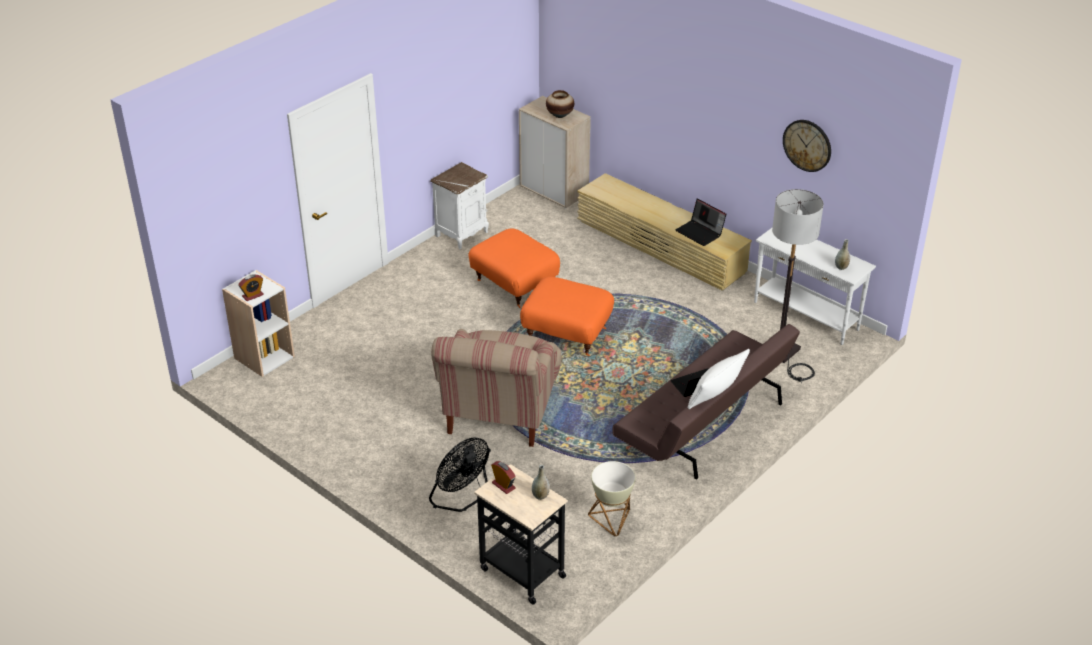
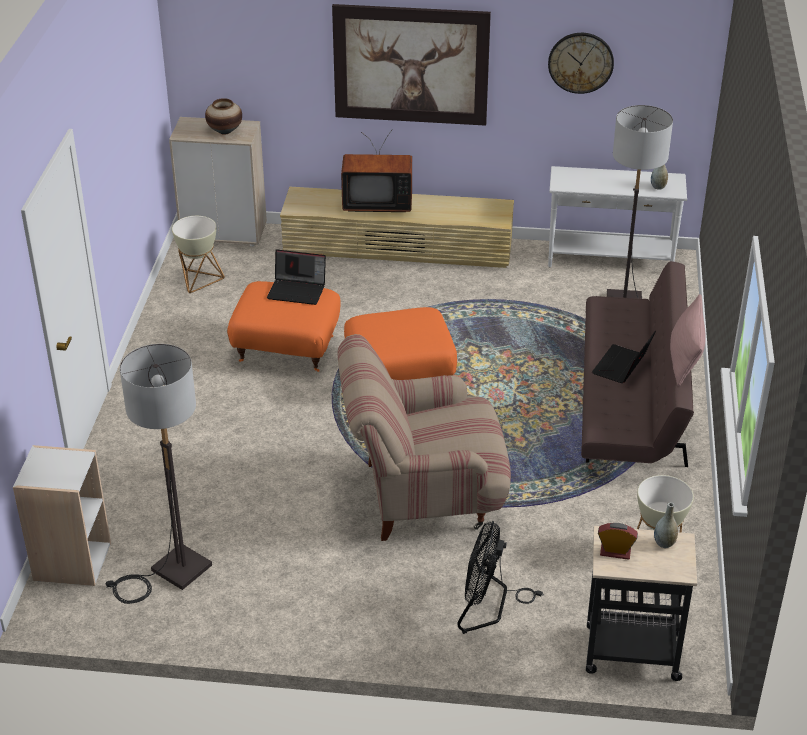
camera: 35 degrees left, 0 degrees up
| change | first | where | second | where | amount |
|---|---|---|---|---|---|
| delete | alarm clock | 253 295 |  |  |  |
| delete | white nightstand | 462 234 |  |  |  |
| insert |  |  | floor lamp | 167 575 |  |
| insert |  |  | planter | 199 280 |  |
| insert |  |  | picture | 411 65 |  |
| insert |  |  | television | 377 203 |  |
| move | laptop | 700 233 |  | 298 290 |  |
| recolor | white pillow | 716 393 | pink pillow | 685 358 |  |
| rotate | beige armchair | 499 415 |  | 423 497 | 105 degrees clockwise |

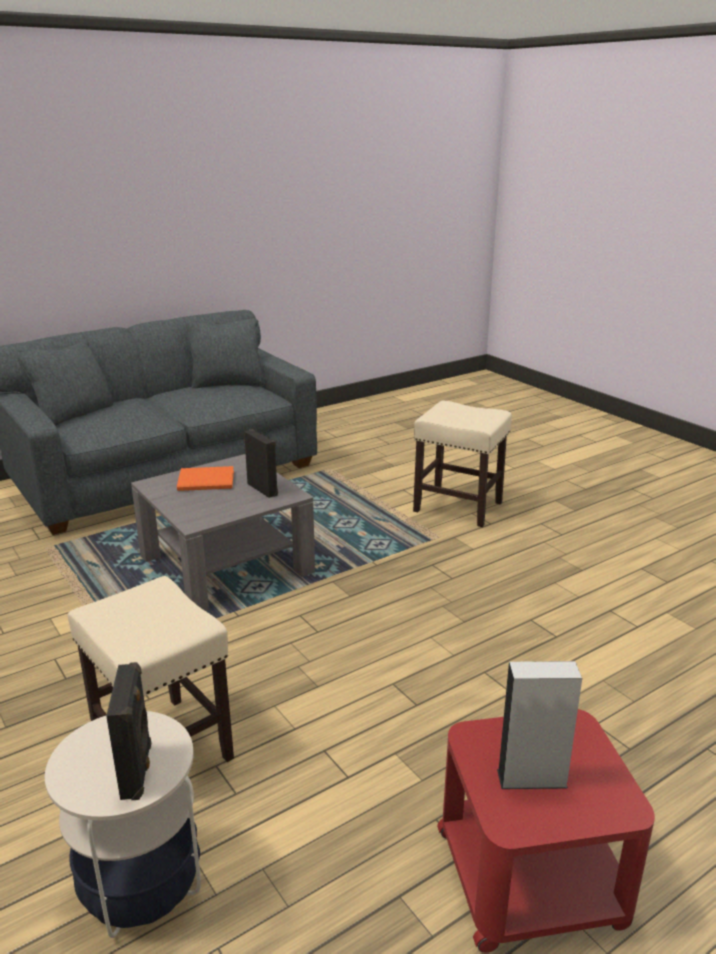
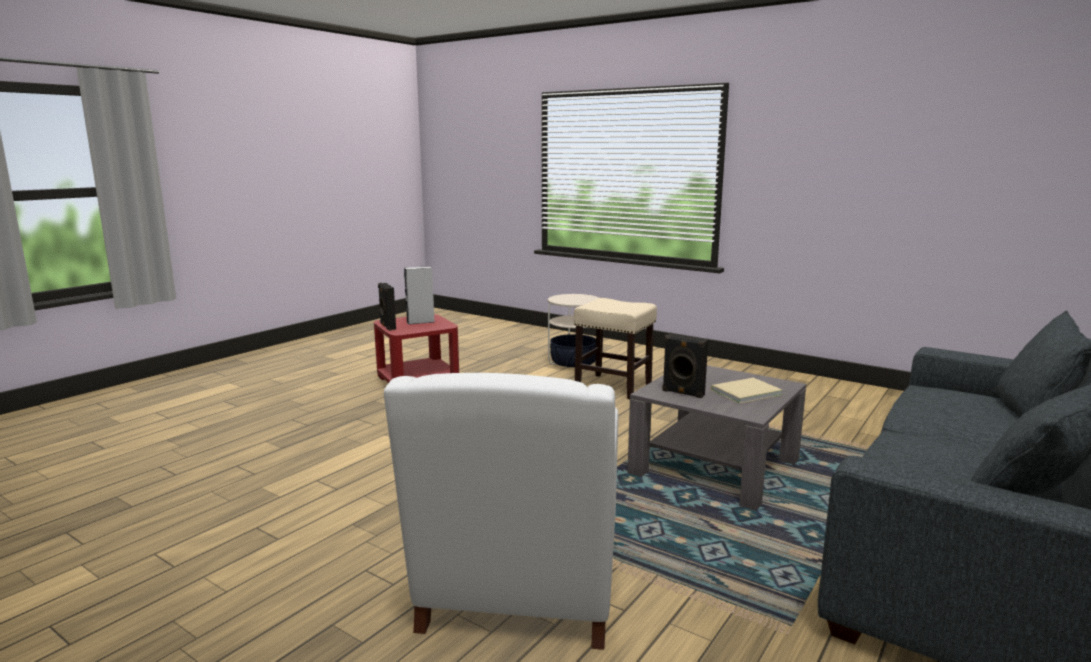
camera: 160 degrees right, 10 degrees down
| change | first | where | second | where | amount |
|---|---|---|---|---|---|
| move | black speaker | 138 771 |  | 387 326 |  |
| replace | beige stool | 459 507 | white armchair | 519 590 |  |
| recolor | orange book | 208 481 | beige book | 743 392 |  |

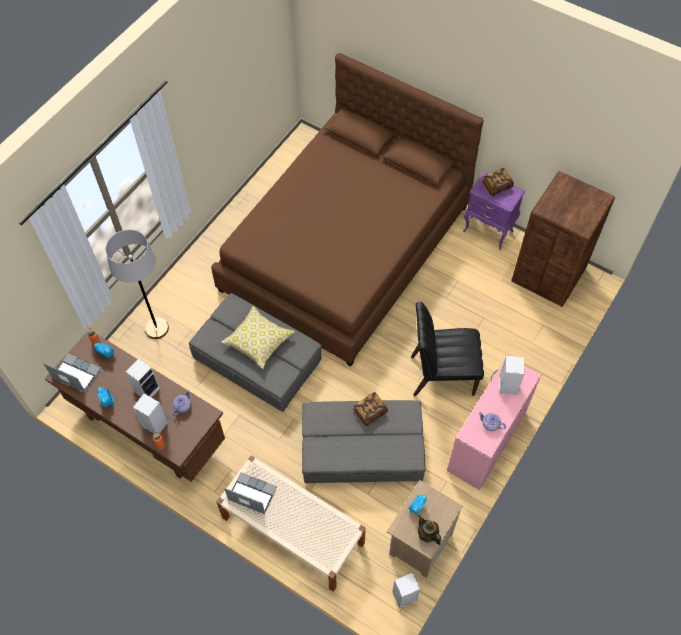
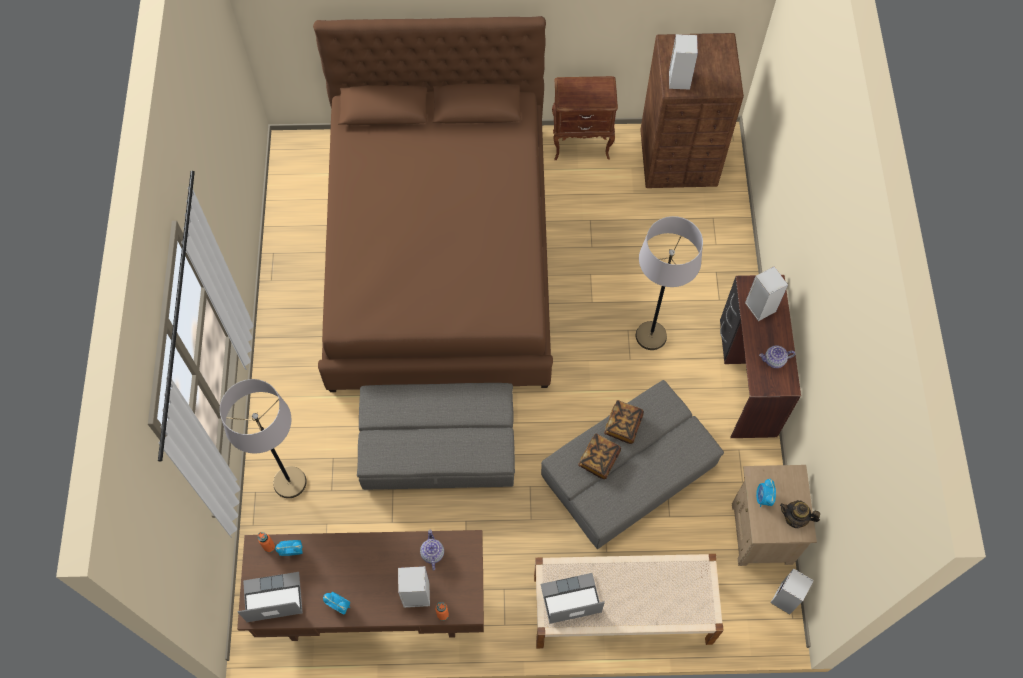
camera: 35 degrees left, 5 degrees up
| change | first | where | second | where | amount |
|---|---|---|---|---|---|
| delete | pillow | 259 341 |  |  |  |
| move | speaker | 147 389 |  | 678 79 |  |
| move | book | 496 186 |  | 599 459 |  |
| replace | black chair | 442 375 | grey floor lamp | 651 336 |  |
| recolor | pink desk | 486 441 | brown desk | 745 380 |  |
| recolor | purple nightstand | 488 231 | brown nightstand | 581 144 |  |

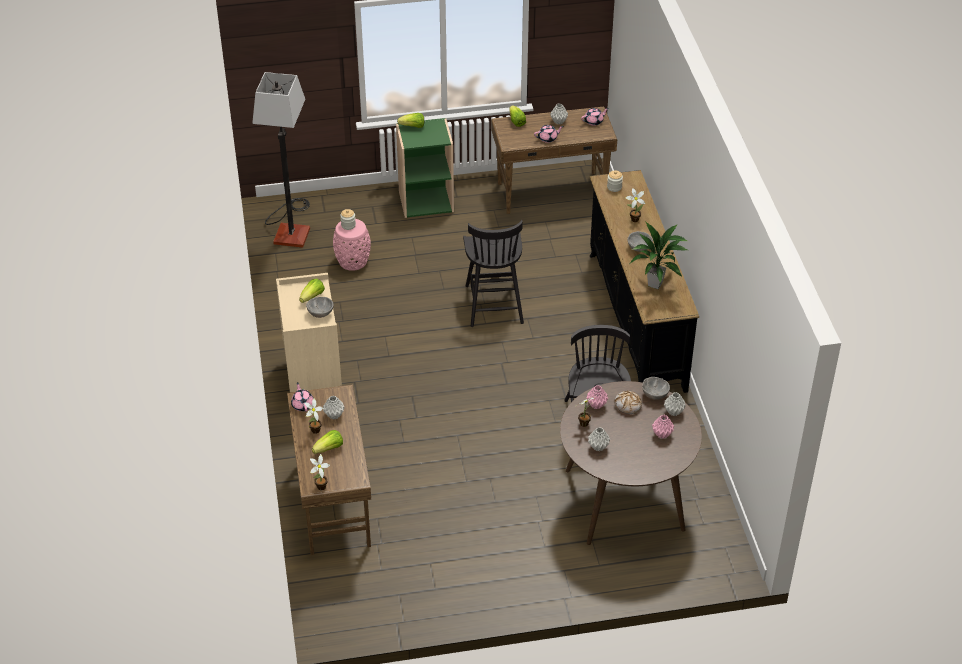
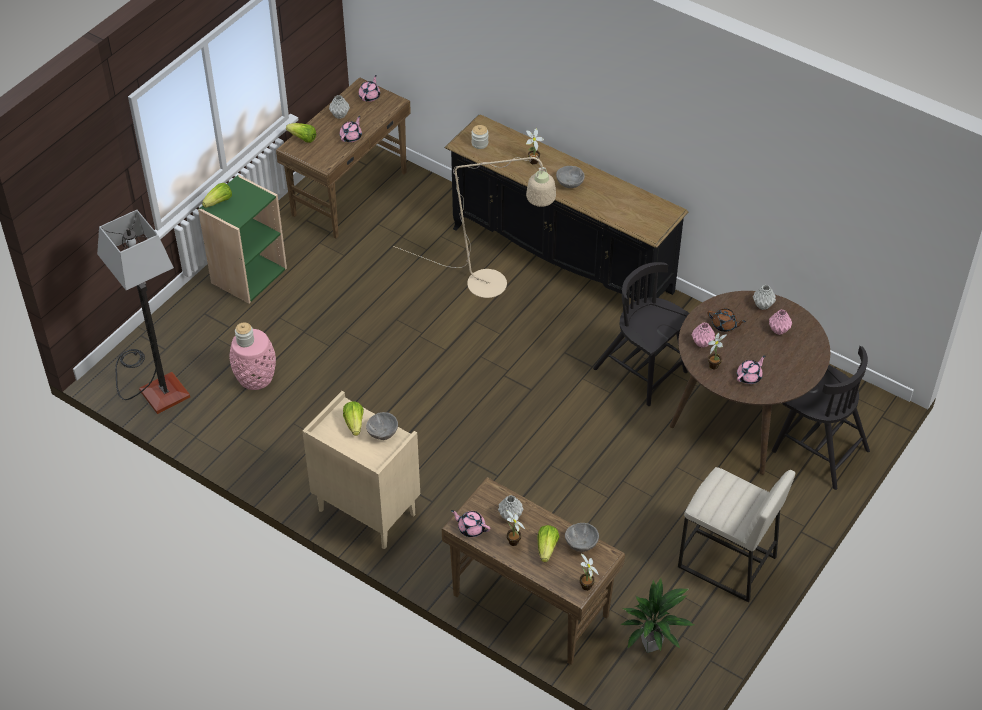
camera: 45 degrees left, 5 degrees up
| change | first | where | second | where | amount |
|---|---|---|---|---|---|
| insert |  |  | beige floor lamp | 497 287 |  |
| insert |  |  | beige stool | 727 562 |  |
| move | black chair | 494 302 |  | 818 449 |  |
| move | potted plant | 655 284 |  | 652 645 |  |
| move | grey bowl | 654 395 |  | 581 544 |  |
| replace | grey vase | 599 447 | pink teapot | 749 376 |  |
| replace | bread | 628 405 | brown teapot | 724 325 |  |

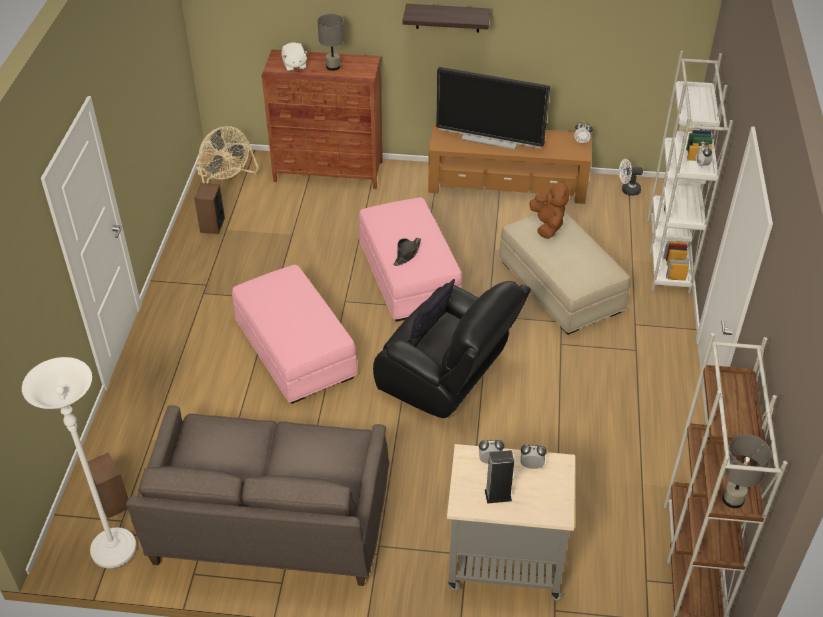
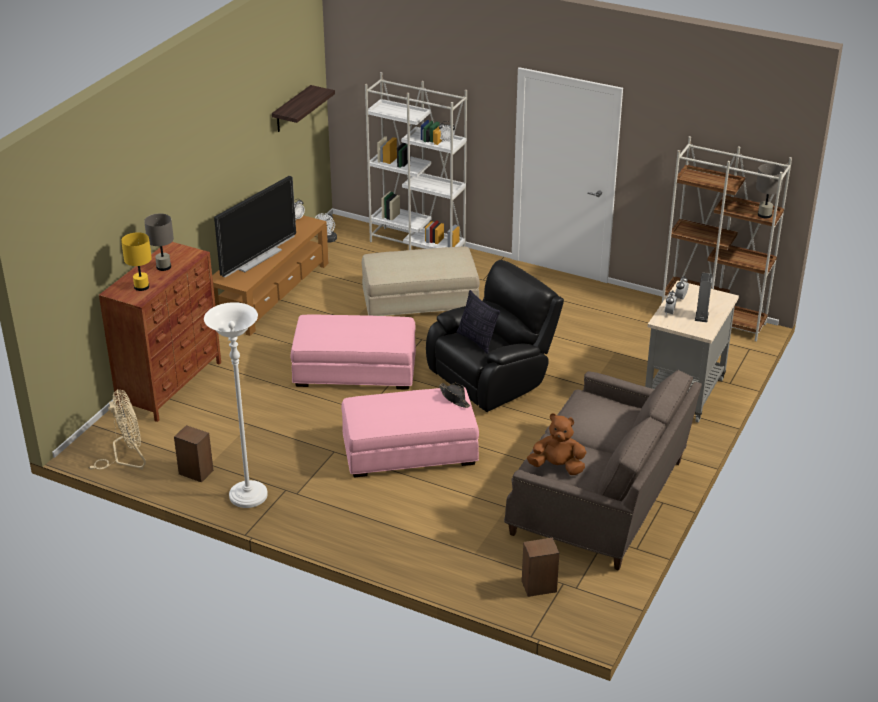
camera: 70 degrees left, 10 degrees down
| change | first | where | second | where | amount |
|---|---|---|---|---|---|
| move | white floor lamp | 113 549 |  | 248 496 |  |
| move | black hat | 407 254 |  | 454 398 |  |
| move | shelf | 447 18 |  | 292 109 |  |
| move | brown plush toy | 547 225 |  | 557 467 |  |
| replace | white plush toy | 294 65 | yellow table lamp | 141 286 |  |

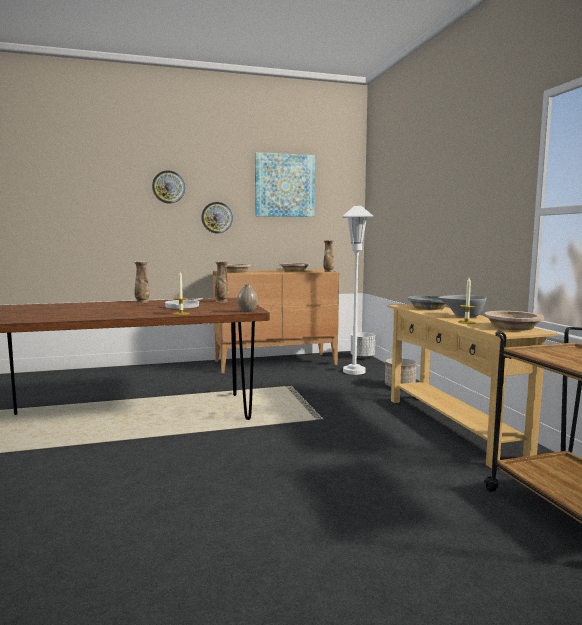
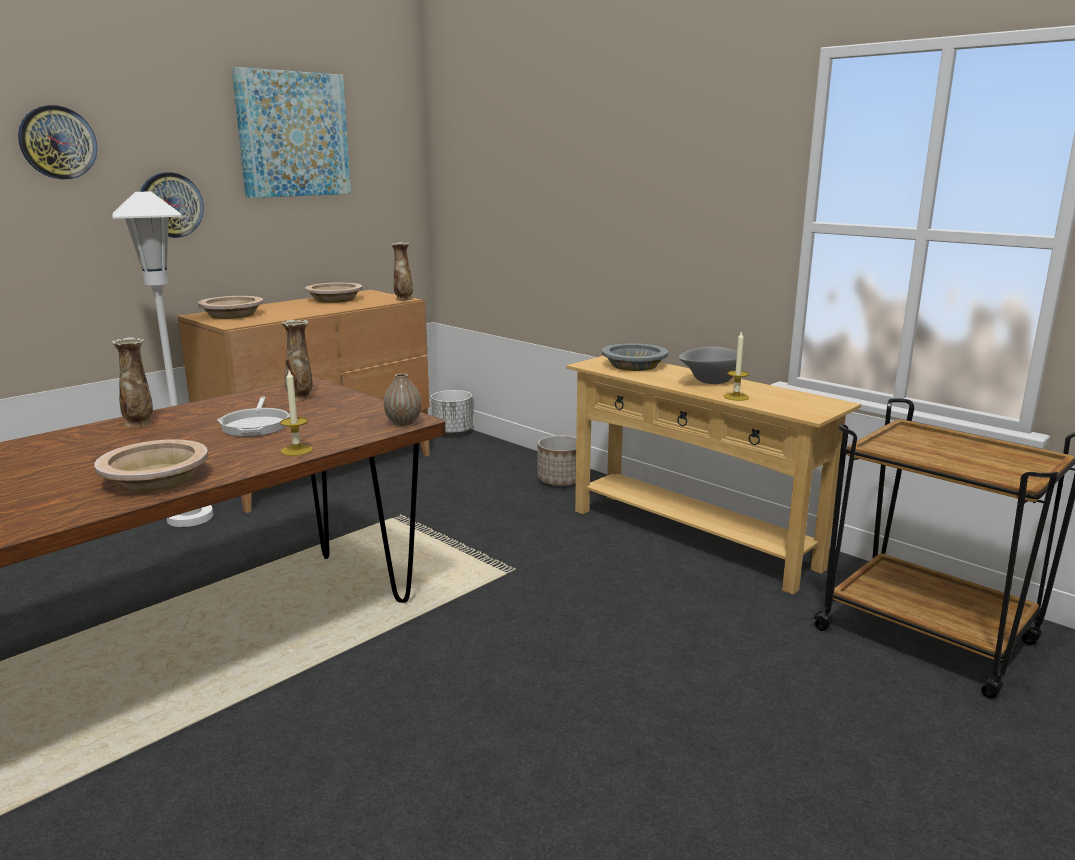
camera: 30 degrees left, 10 degrees up
| change | first | where | second | where | amount |
|---|---|---|---|---|---|
| move | white floor lamp | 354 371 |  | 190 517 |  |
| move | beige bowl | 512 327 |  | 155 479 |  |

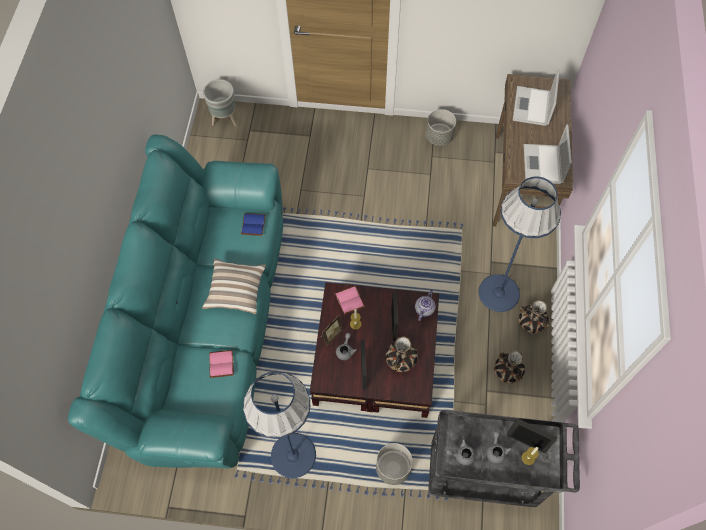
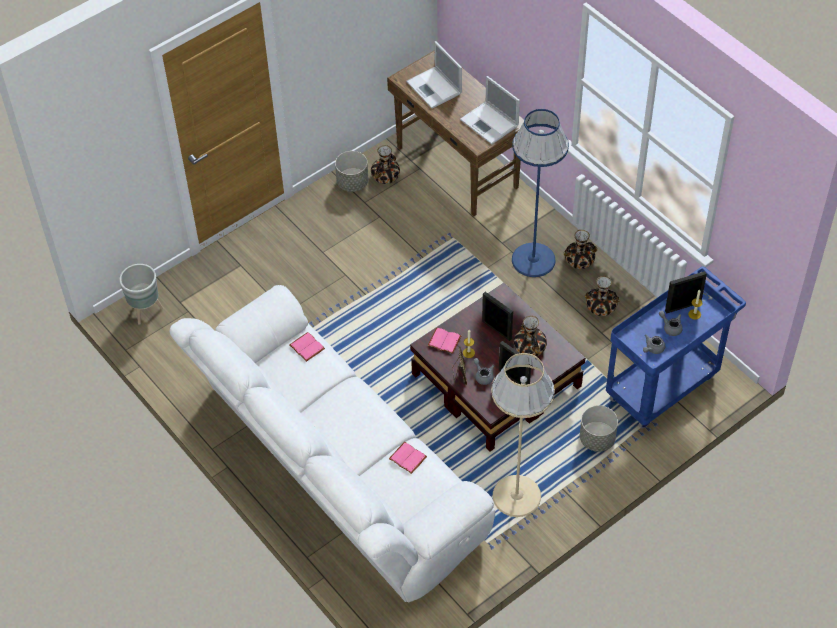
camera: 45 degrees left, 10 degrees down
| change | first | where | second | where | amount |
|---|---|---|---|---|---|
| delete | pillow | 236 291 |  |  |  |
| delete | teapot | 424 309 |  |  |  |
| insert |  |  | vase | 386 176 |  |
| recolor | turquoise sofa | 207 325 | white sofa | 335 472 |  |
| recolor | blue book | 252 224 | pink book | 306 347 |  |
| recolor | blue floor lamp | 293 455 | beige floor lamp | 516 496 |  |
| recolor | grey cart | 487 476 | blue cart | 666 386 |  |

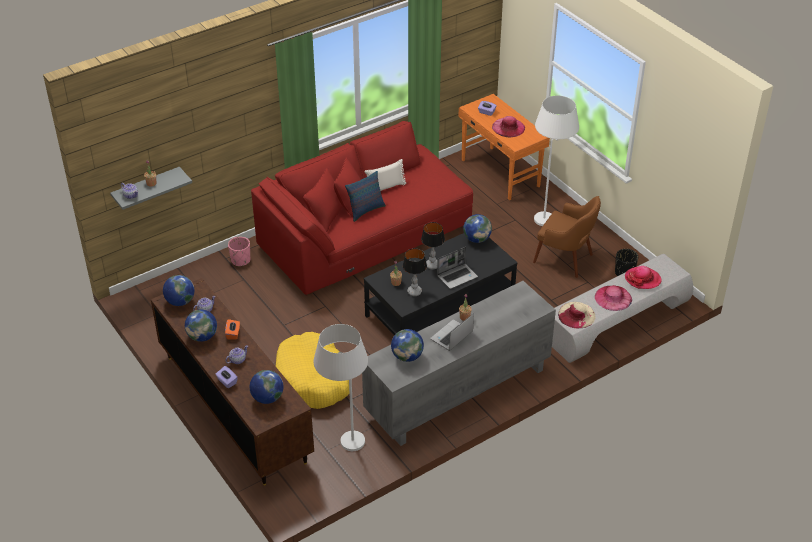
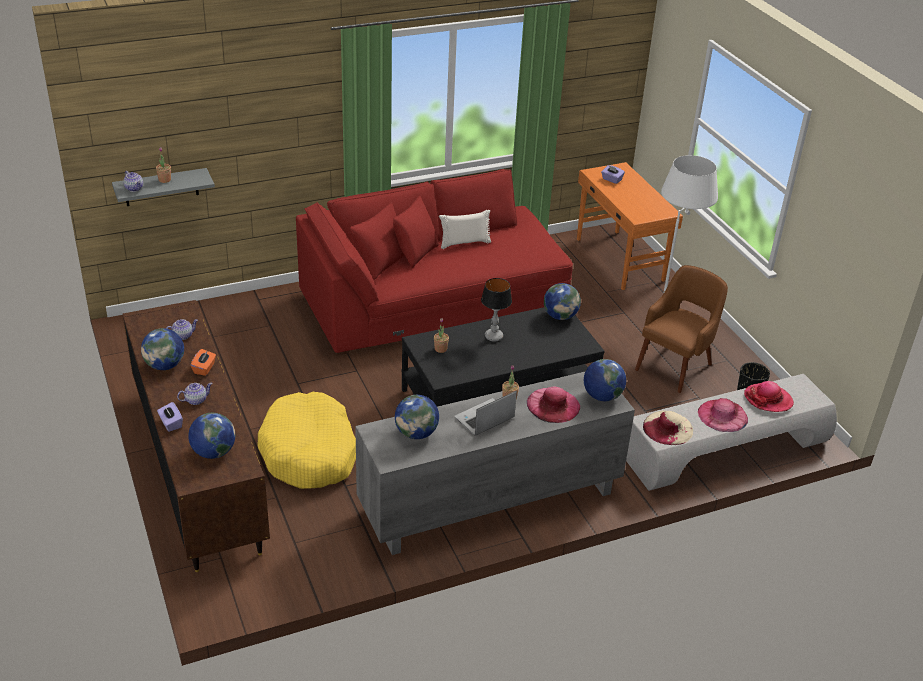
camera: 10 degrees right, 5 degrees down
| change | first | where | second | where | amount |
|---|---|---|---|---|---|
| delete | pink planter | 240 260 |  |  |  |
| delete | white floor lamp | 345 451 |  |  |  |
| delete | blue pillow | 366 211 |  |  |  |
| delete | table lamp | 414 291 |  |  |  |
| delete | laptop | 457 276 |  |  |  |
| move | globe | 180 301 |  | 602 396 |  |
| move | pink hat | 508 127 |  | 553 405 |  |
| rotate | brown armchair | 564 259 |  | 675 366 | 90 degrees counterclockwise |

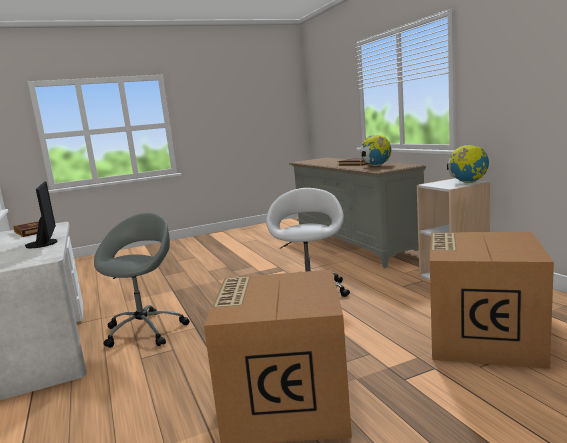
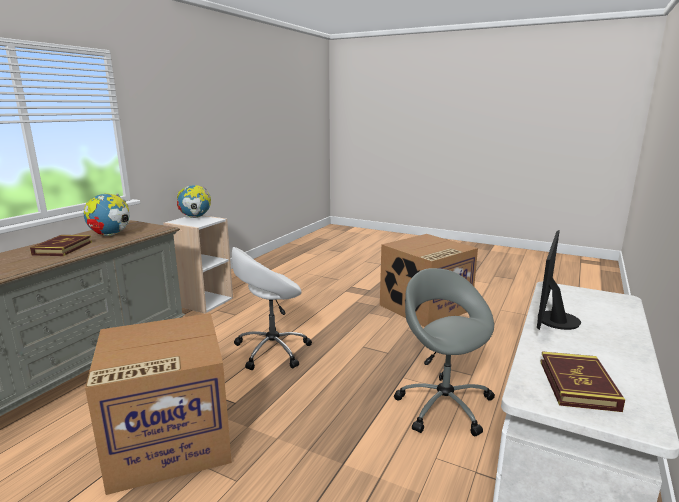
camera: 130 degrees left, 5 degrees up
| change | first | where | second | where | amount |
|---|---|---|---|---|---|
| move | cardboard box | 481 337 |  | 168 441 |  |
| rotate | grey office chair | 146 330 |  | 442 405 | 60 degrees clockwise |

